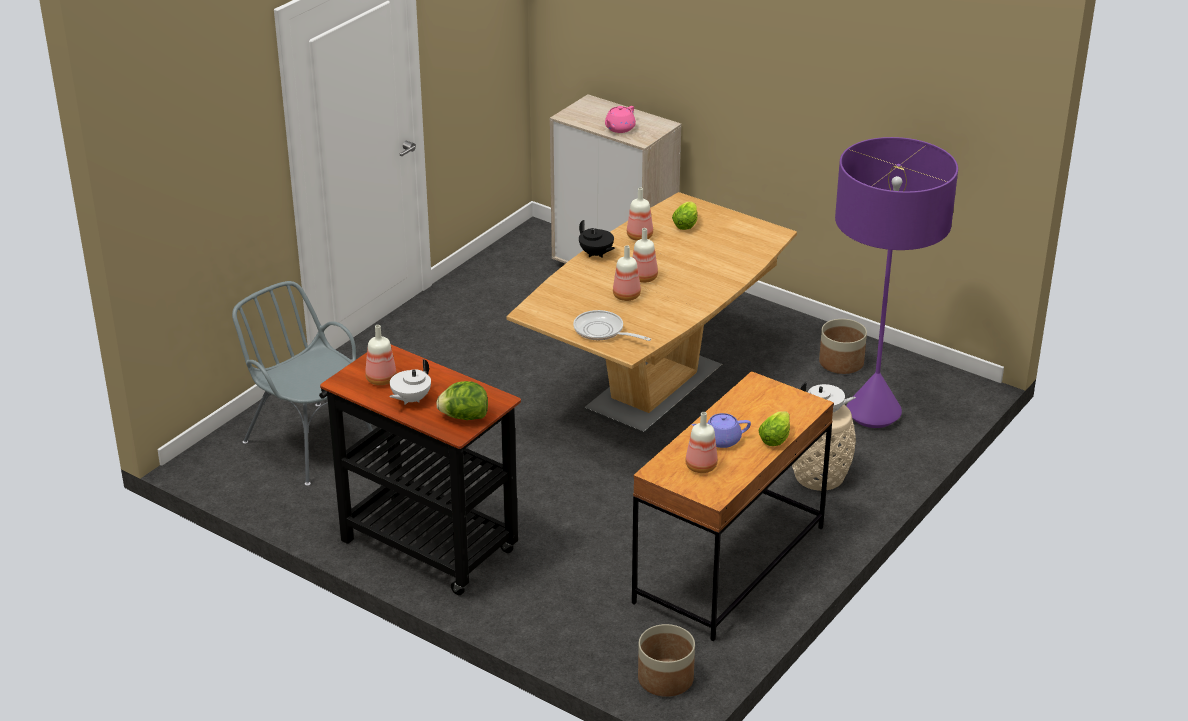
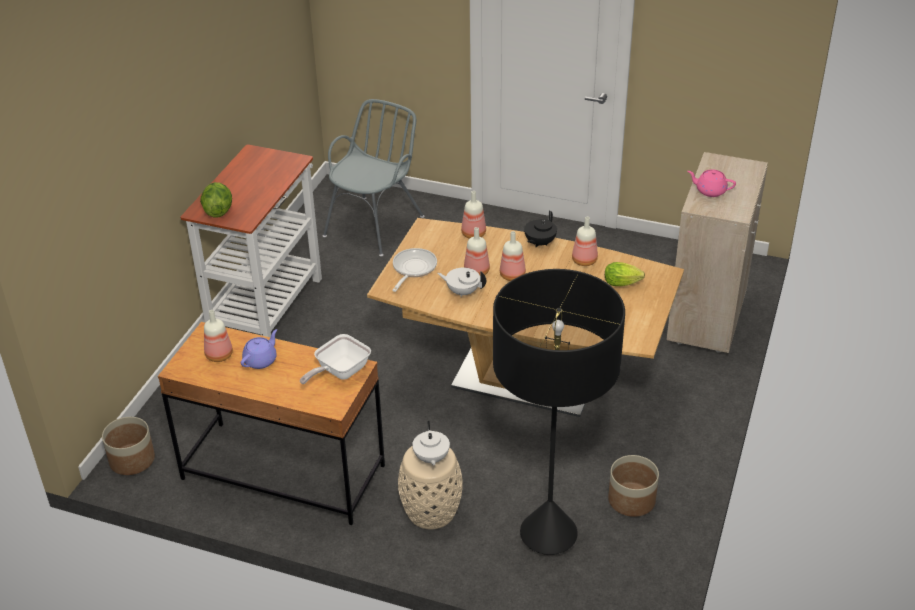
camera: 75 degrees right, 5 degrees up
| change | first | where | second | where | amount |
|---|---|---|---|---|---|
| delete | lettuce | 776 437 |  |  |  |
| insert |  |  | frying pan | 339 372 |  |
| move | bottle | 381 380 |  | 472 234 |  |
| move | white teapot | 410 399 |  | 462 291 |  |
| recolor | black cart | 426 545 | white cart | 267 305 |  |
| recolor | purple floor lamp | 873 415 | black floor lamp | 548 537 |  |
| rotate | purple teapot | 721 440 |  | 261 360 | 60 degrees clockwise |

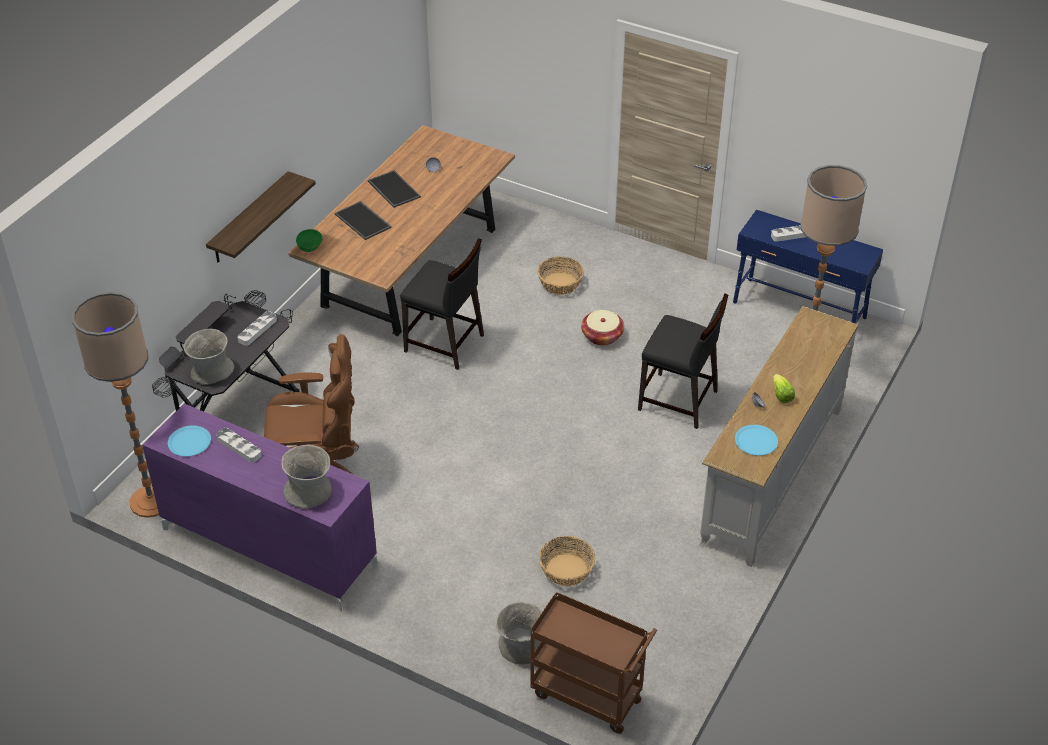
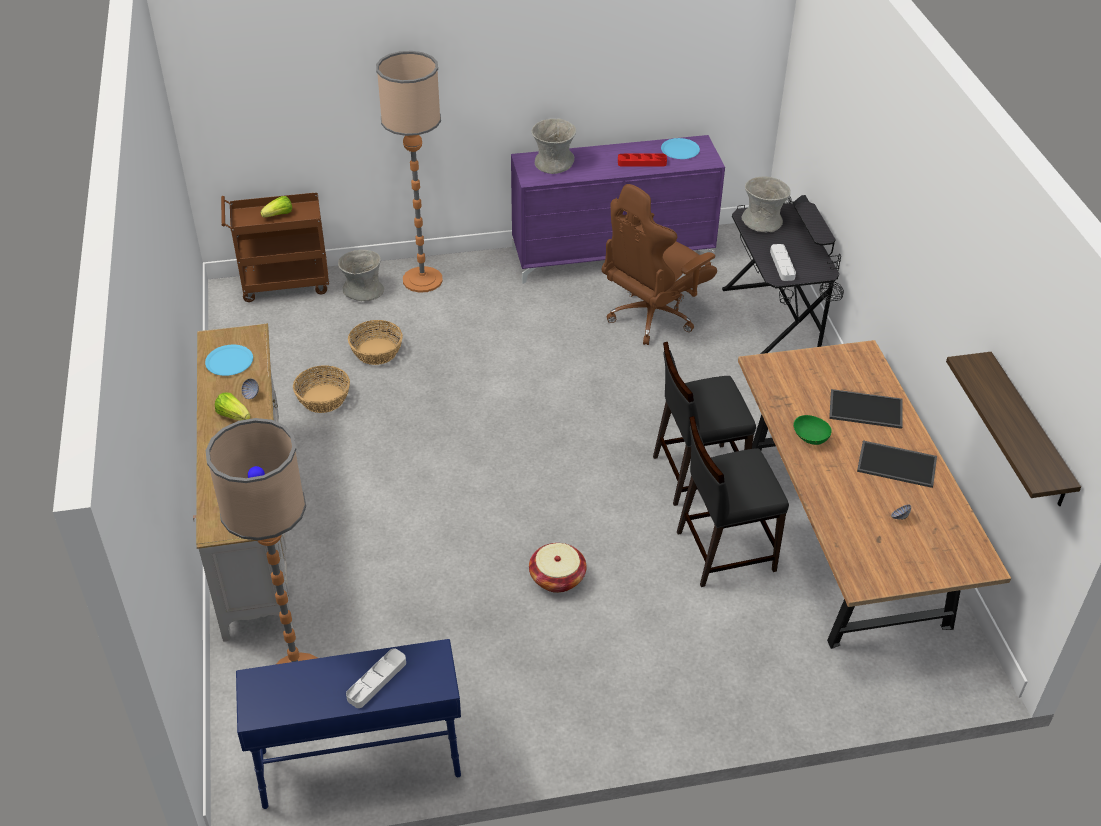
camera: 140 degrees right, 0 degrees up
| change | first | where | second | where | amount |
|---|---|---|---|---|---|
| insert |  |  | lettuce | 279 215 |  |
| move | floor lamp | 151 501 |  | 422 280 |  |
| move | shelf | 249 218 |  | 1028 431 |  |
| move | green bowl | 310 247 |  | 809 438 |  |
| move | basket | 560 284 |  | 323 398 |  |
| move | black chair | 678 401 |  | 724 551 |  |
| recolor | grey tray | 239 447 | red tray | 642 162 |  |

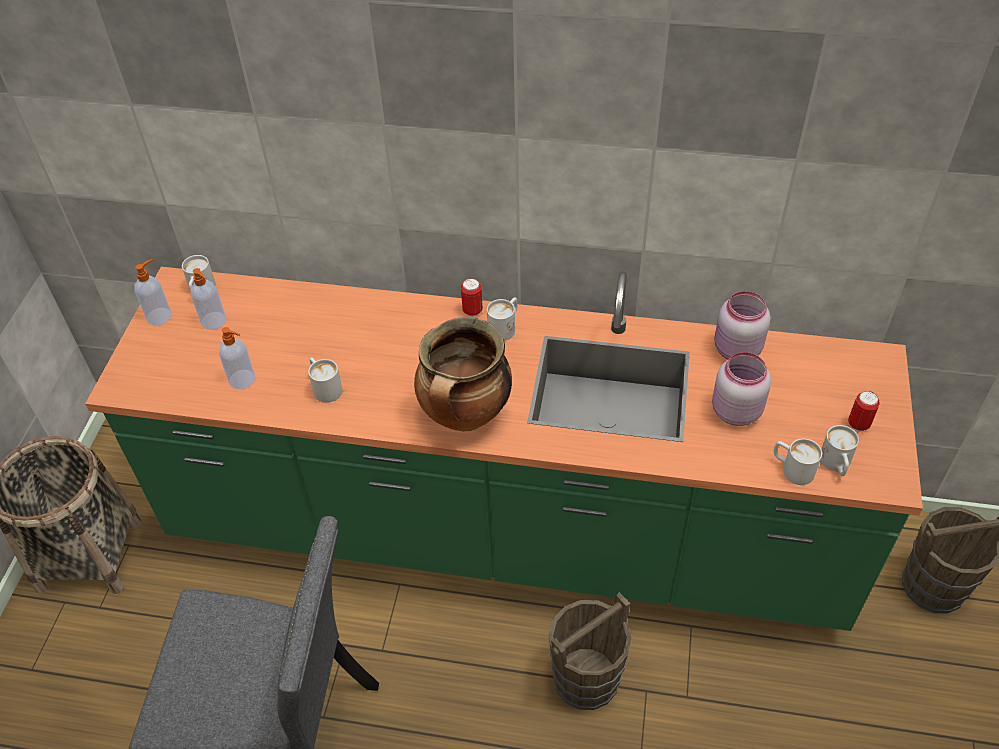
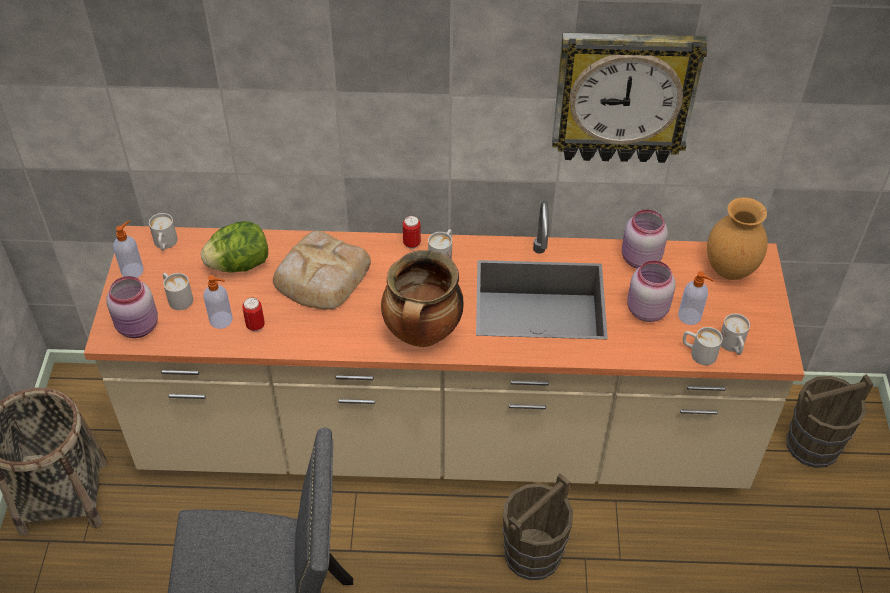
camera: 10 degrees left, 0 degrees up
| change | first | where | second | where | amount |
|---|---|---|---|---|---|
| insert |  |  | pink jar | 138 327 |  |
| insert |  |  | lettuce | 240 264 |  |
| insert |  |  | bread | 320 276 |  |
| insert |  |  | wall clock | 624 97 |  |
| insert |  |  | brown vase | 729 269 |  |
| move | soap dispenser | 214 321 |  | 690 317 |  |
| move | white mug | 324 387 |  | 177 297 |  |
| move | can | 858 424 |  | 255 325 |  |
| recolor | green counter | 506 534 | beige counter | 444 439 |  |

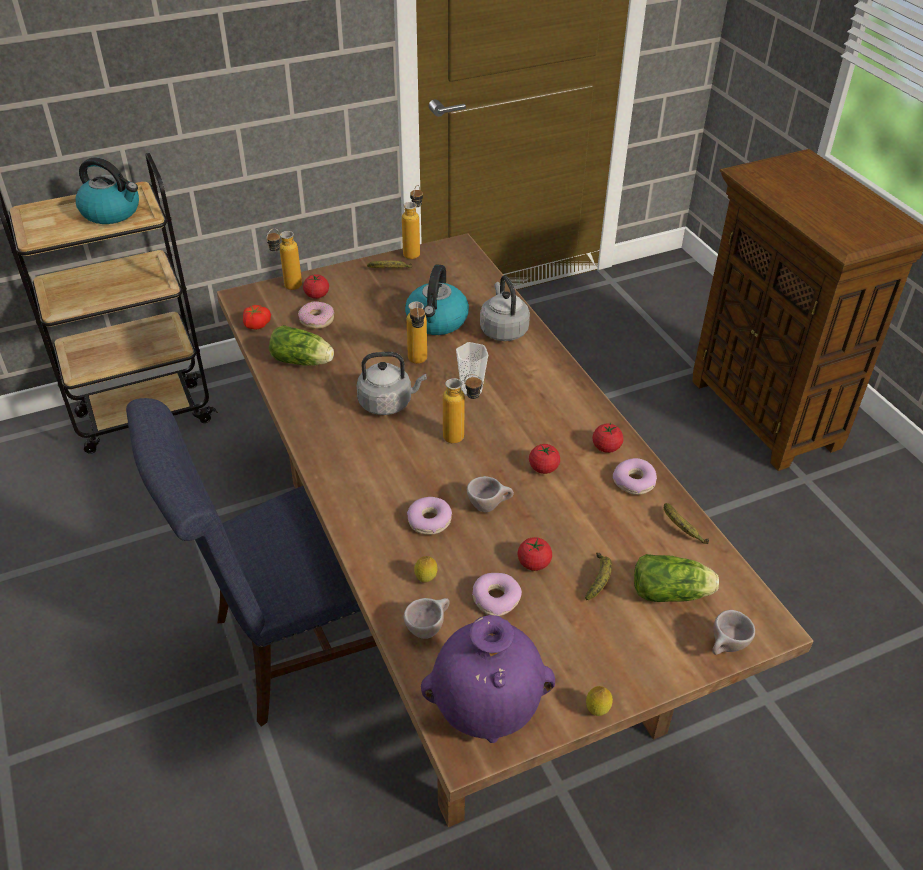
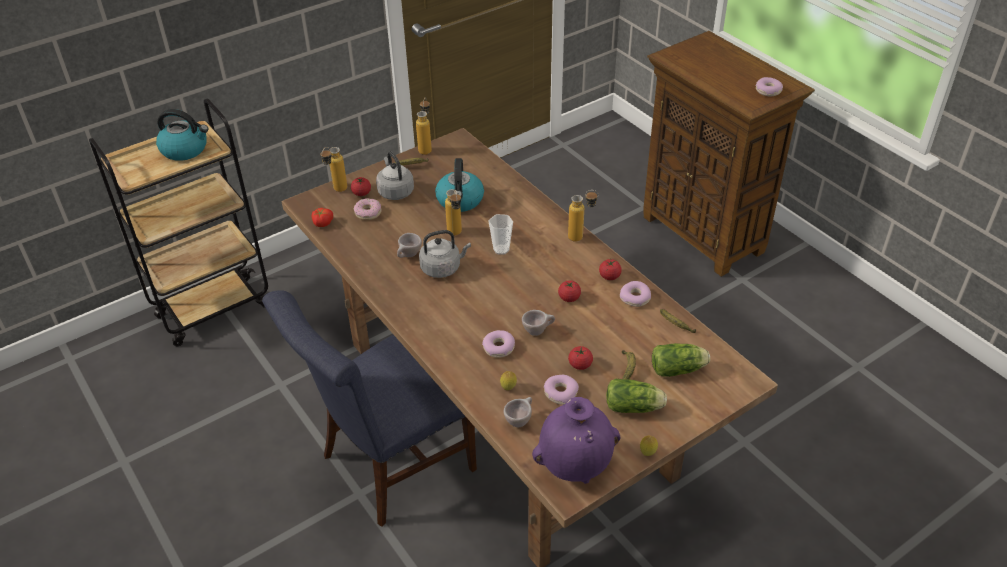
camera: 10 degrees left, 0 degrees up
| change | first | where | second | where | amount |
|---|---|---|---|---|---|
| insert |  |  | donut | 768 91 |  |
| move | lettuce | 304 361 |  | 635 407 |  |
| move | bottle | 462 439 |  | 581 237 |  |
| move | grey kettle | 503 329 |  | 395 191 |  |
| move | beige cup | 725 649 |  | 408 256 |  |

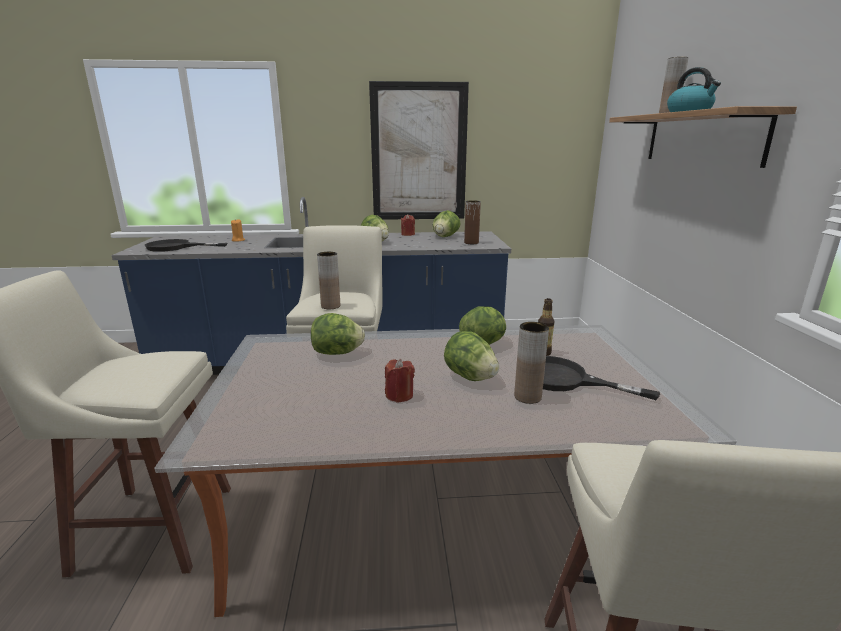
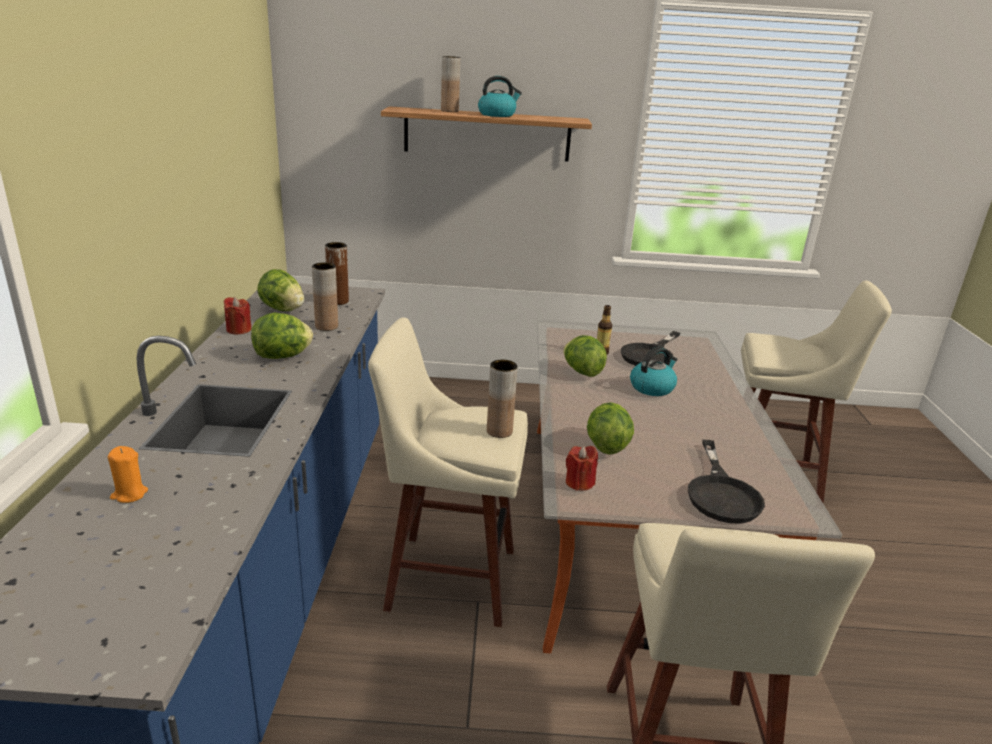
camera: 85 degrees left, 5 degrees up
| change | first | where | second | where | amount |
|---|---|---|---|---|---|
| delete | picture | 419 153 |  |  |  |
| move | black frying pan | 176 247 |  | 721 493 |  |
| move | red candle | 399 395 |  | 579 482 |  |
| move | brown vase | 527 397 |  | 326 326 |  |
| replace | lettuce | 470 377 | kettle | 652 387 |  |

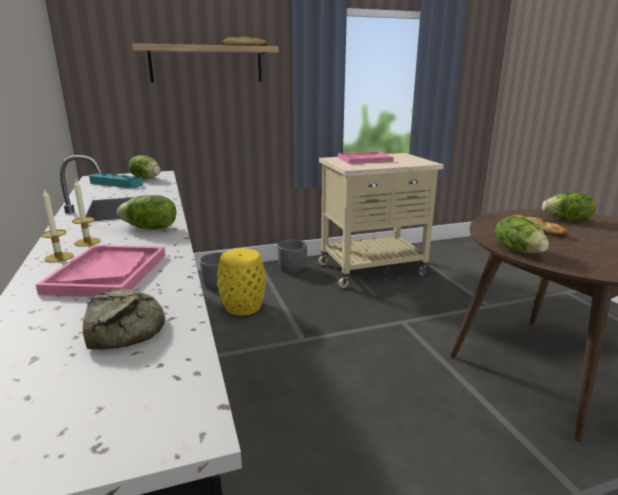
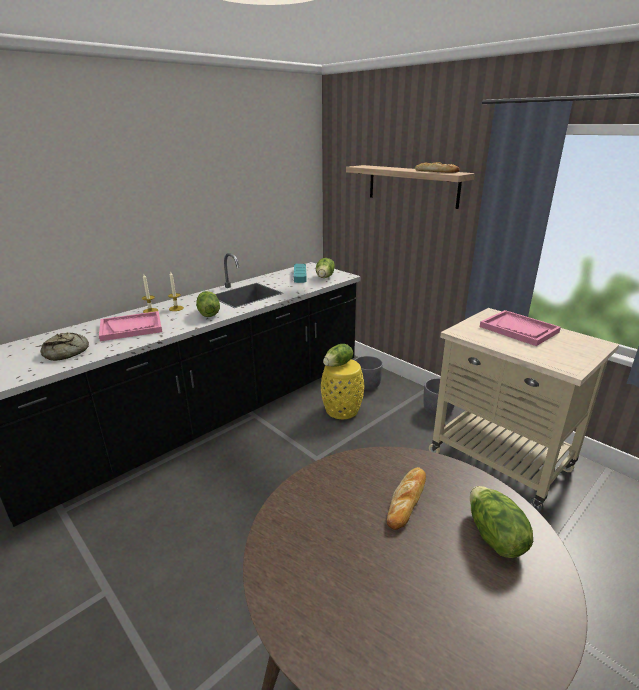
camera: 65 degrees right, 5 degrees up
| change | first | where | second | where | amount |
|---|---|---|---|---|---|
| move | lettuce | 518 250 |  | 338 364 |  |

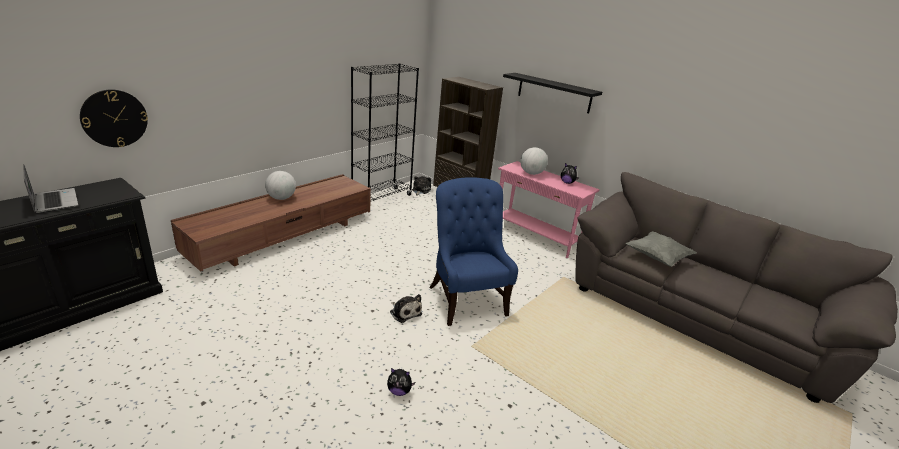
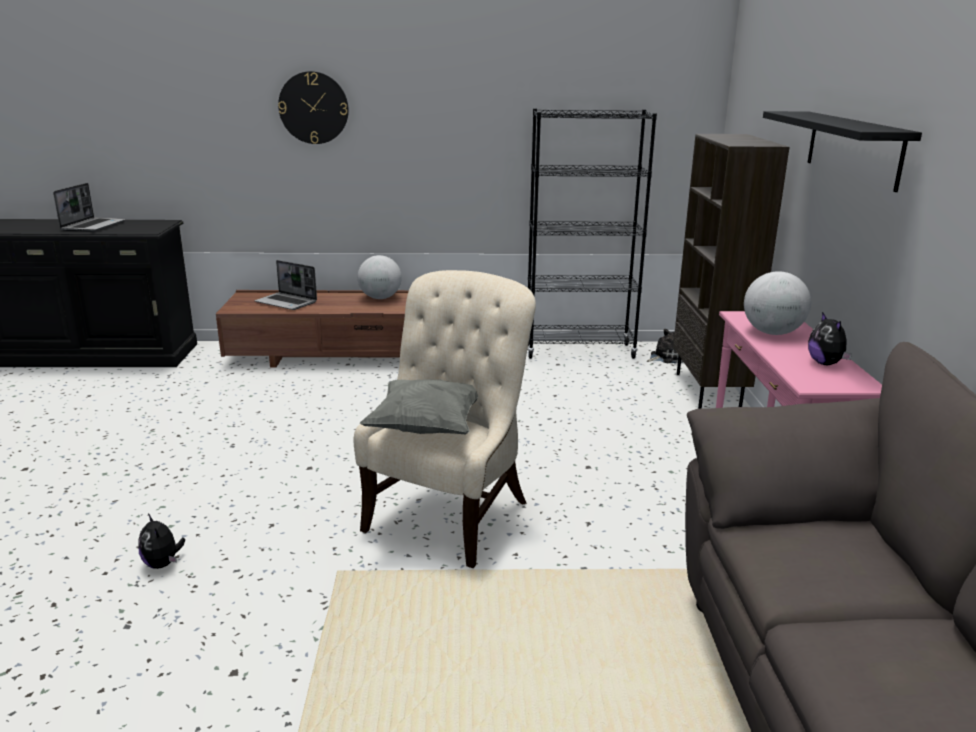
camera: 50 degrees right, 5 degrees down
| change | first | where | second | where | amount |
|---|---|---|---|---|---|
| delete | plush toy | 405 312 |  |  |  |
| insert |  |  | laptop | 287 302 |  |
| move | wall clock | 114 118 |  | 313 108 |  |
| move | grey pillow | 657 258 |  | 426 427 |  |
| recolor | blue armchair | 466 300 | beige armchair | 449 515 |  |

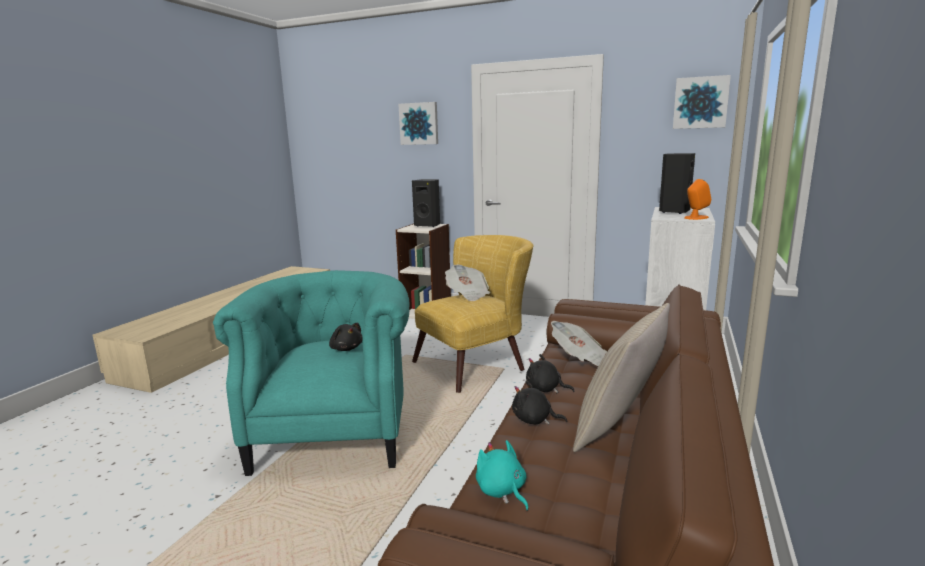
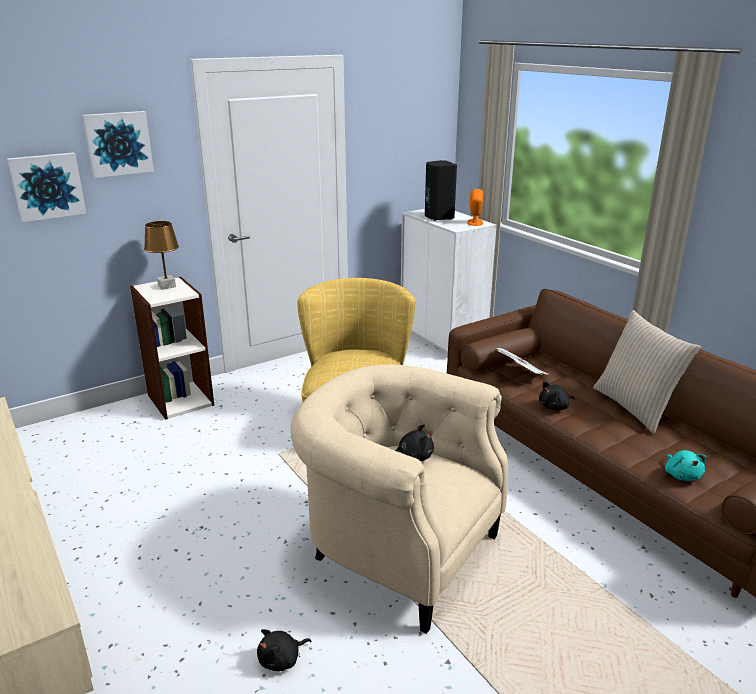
camera: 55 degrees left, 10 degrees up
| change | first | where | second | where | amount |
|---|---|---|---|---|---|
| delete | newspaper | 467 294 |  |  |  |
| move | black plush toy | 534 420 |  | 282 660 |  |
| move | picture | 700 102 |  | 47 186 |  |
| replace | black speaker | 428 225 | brown table lamp | 167 286 |  |
| recolor | turquoise armchair | 335 431 | beige armchair | 397 550 |  |
| rotate | turquoise plush toy | 502 491 |  | 682 475 | 105 degrees counterclockwise |

